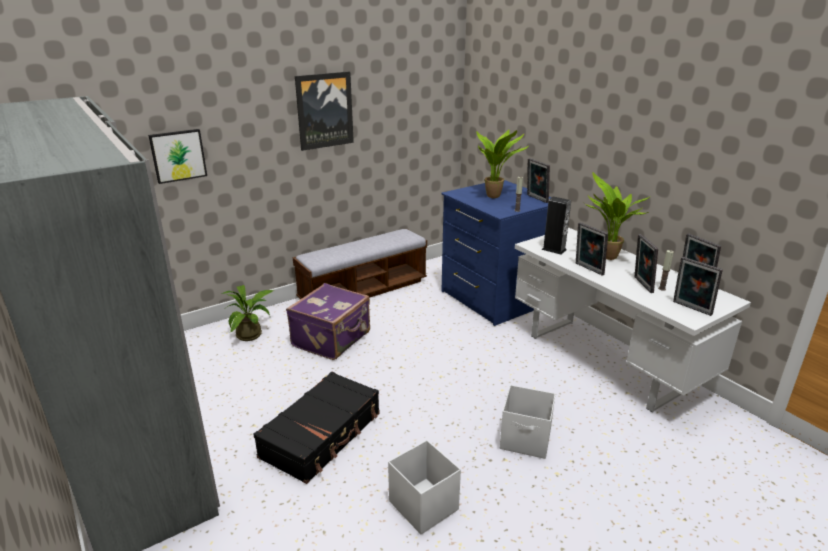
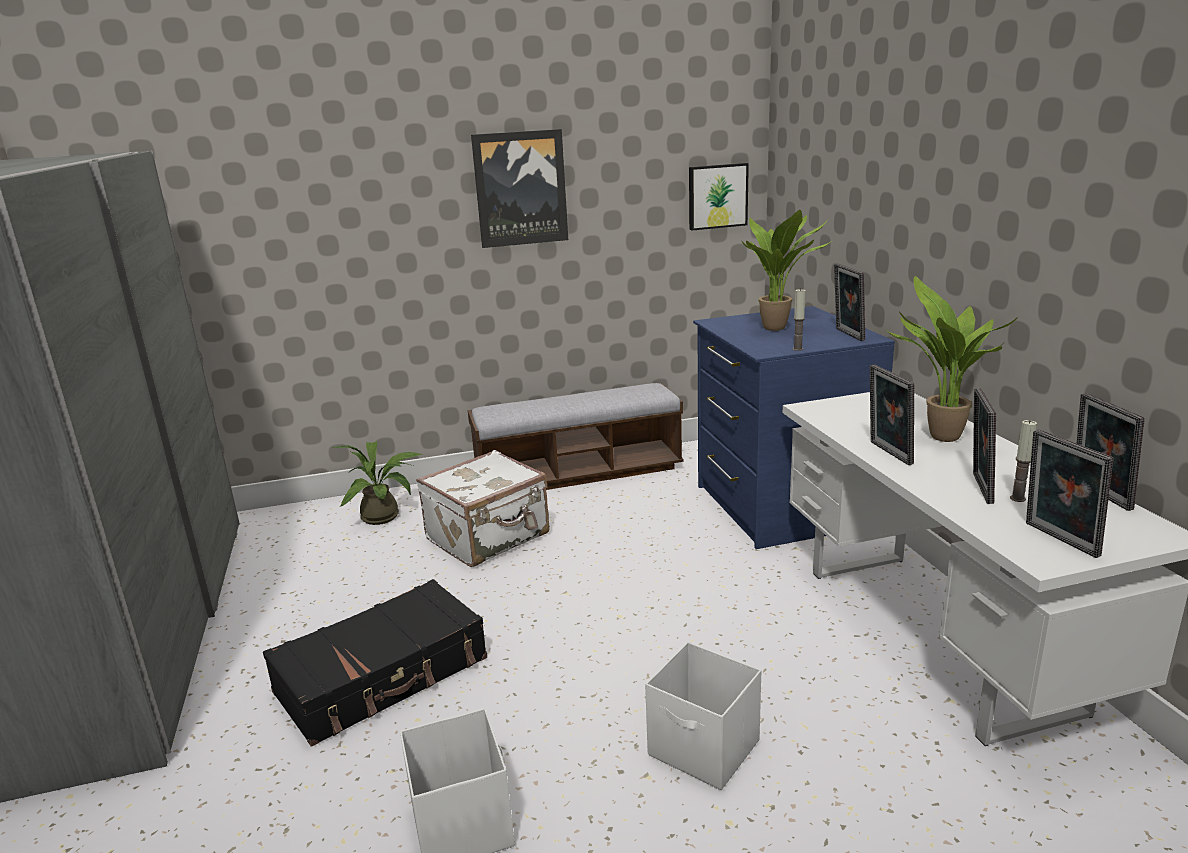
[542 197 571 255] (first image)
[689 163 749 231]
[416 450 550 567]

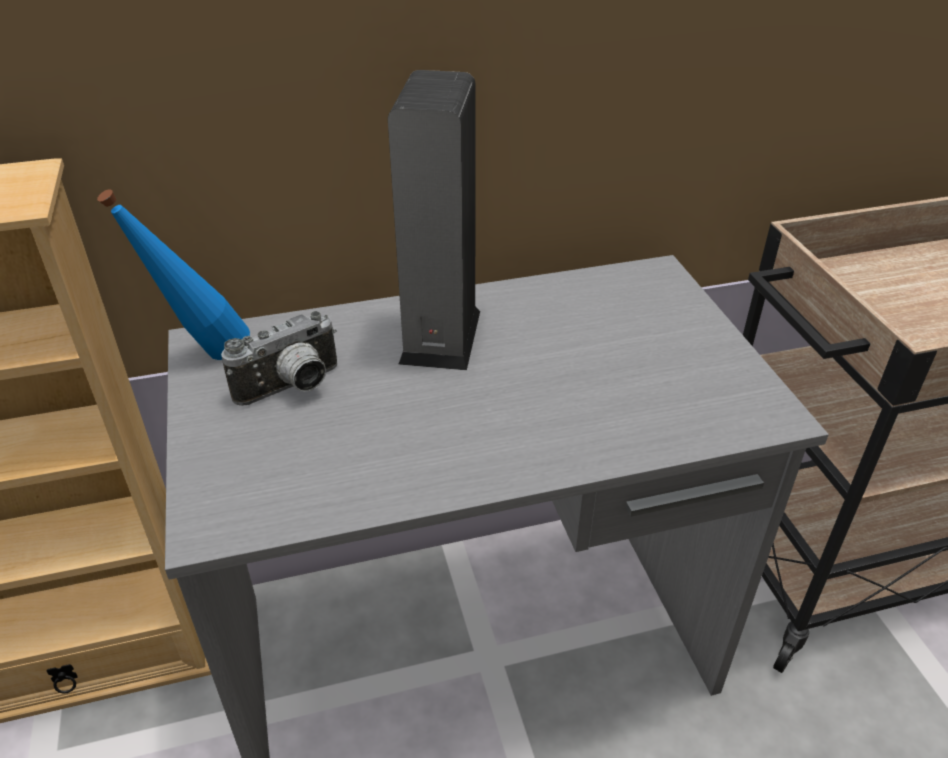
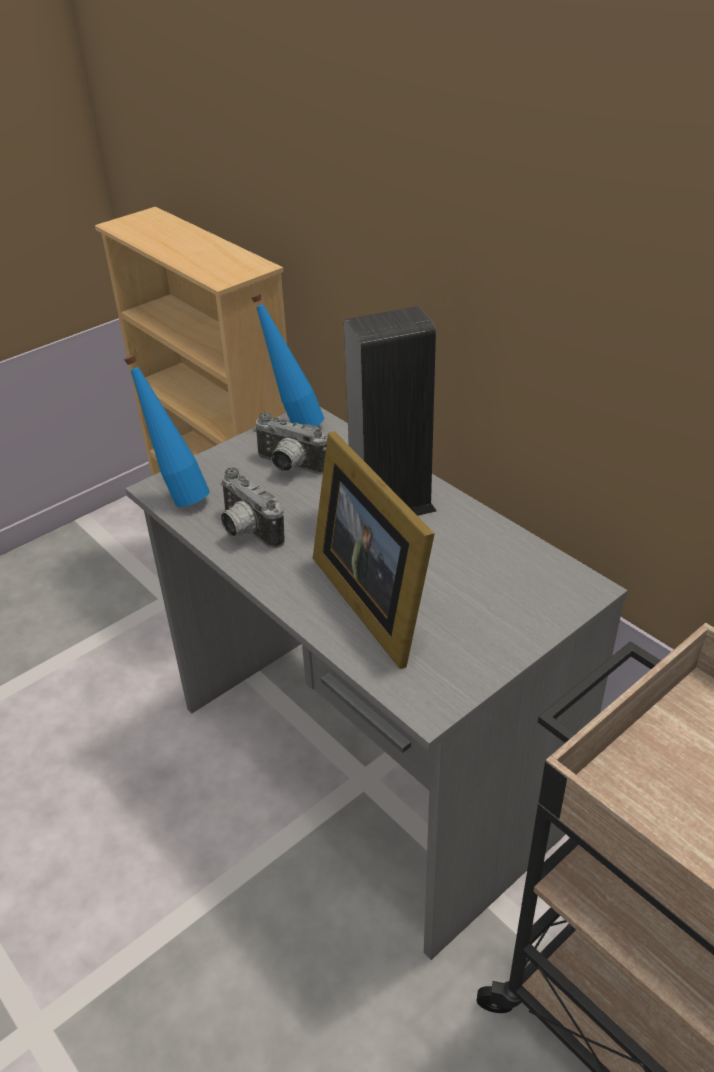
[124 355 210 507]
[221 467 284 548]
[313 431 435 669]

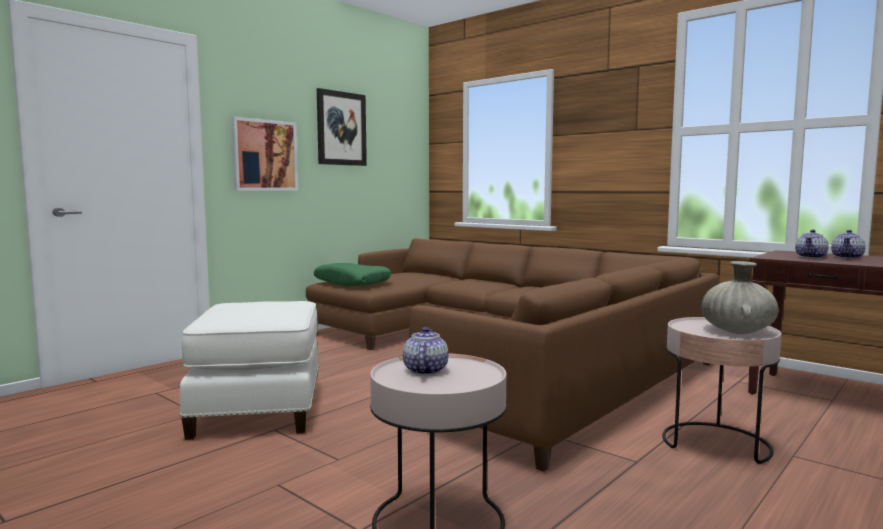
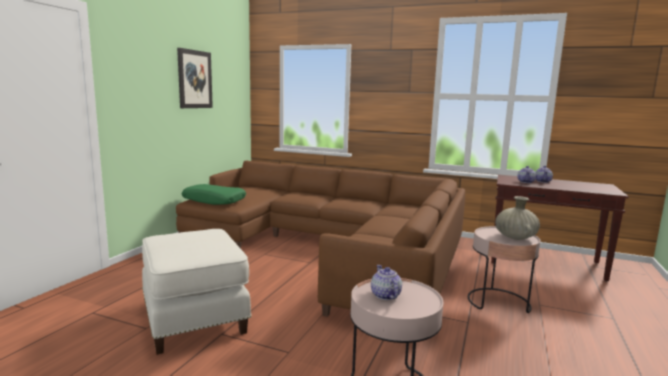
[231 116 298 191] (first image)

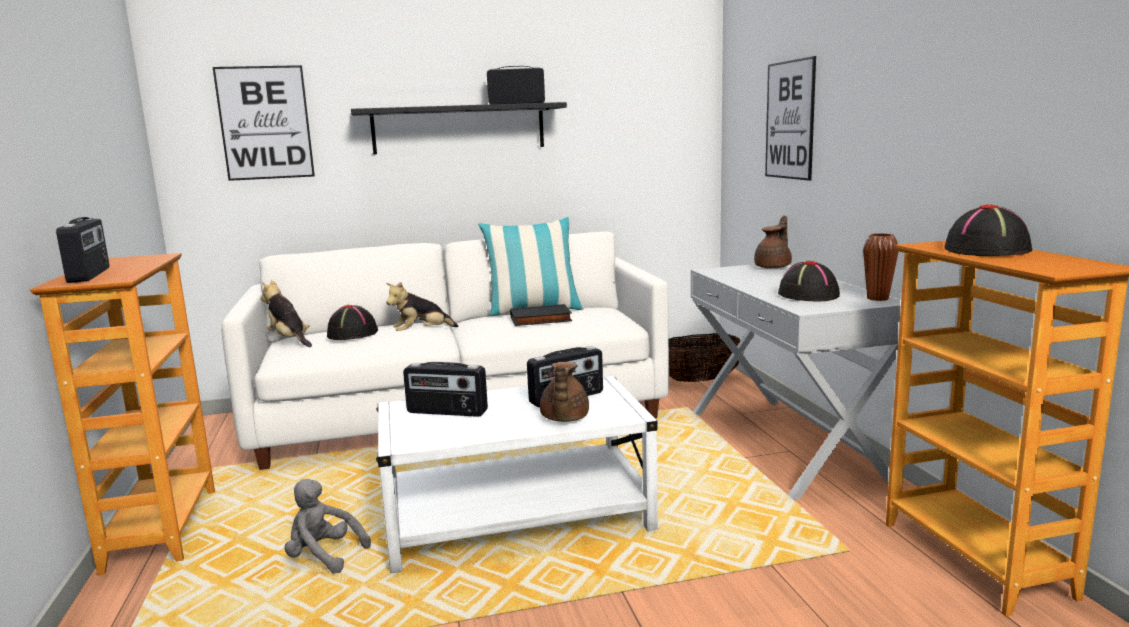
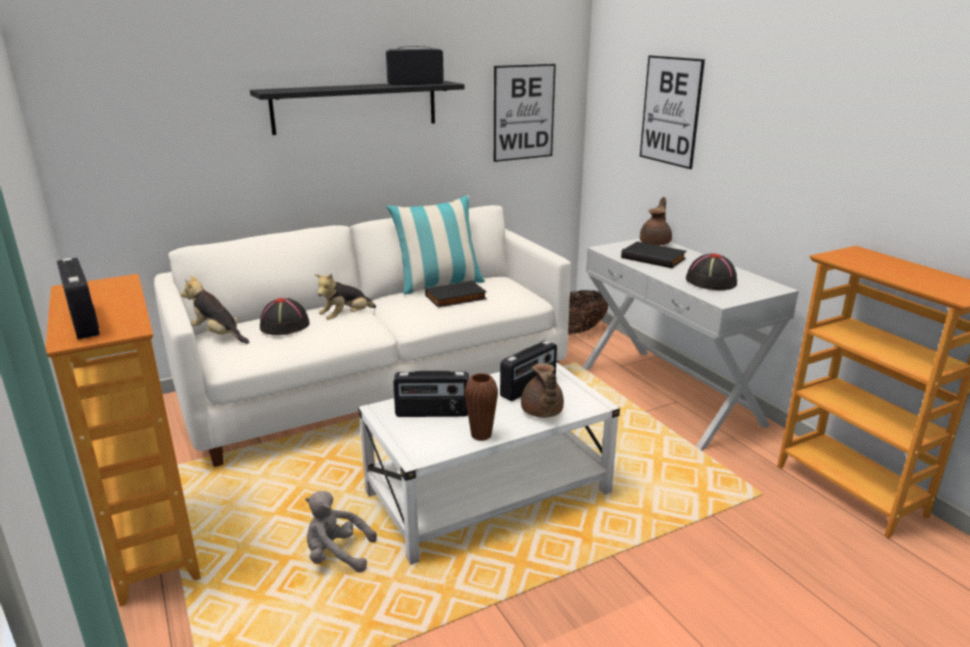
[945 204 1032 256] (first image)
[621 242 687 268]
[494 64 556 162]
[465 373 498 441]

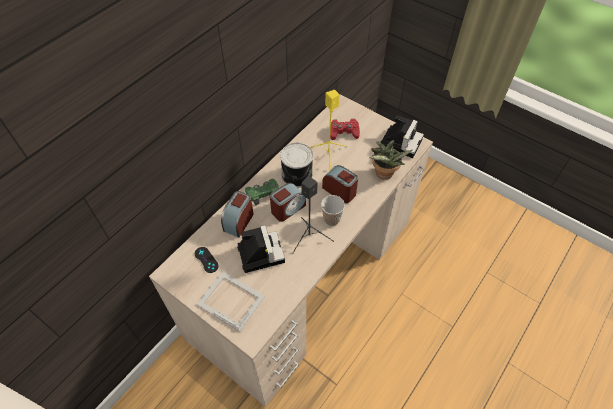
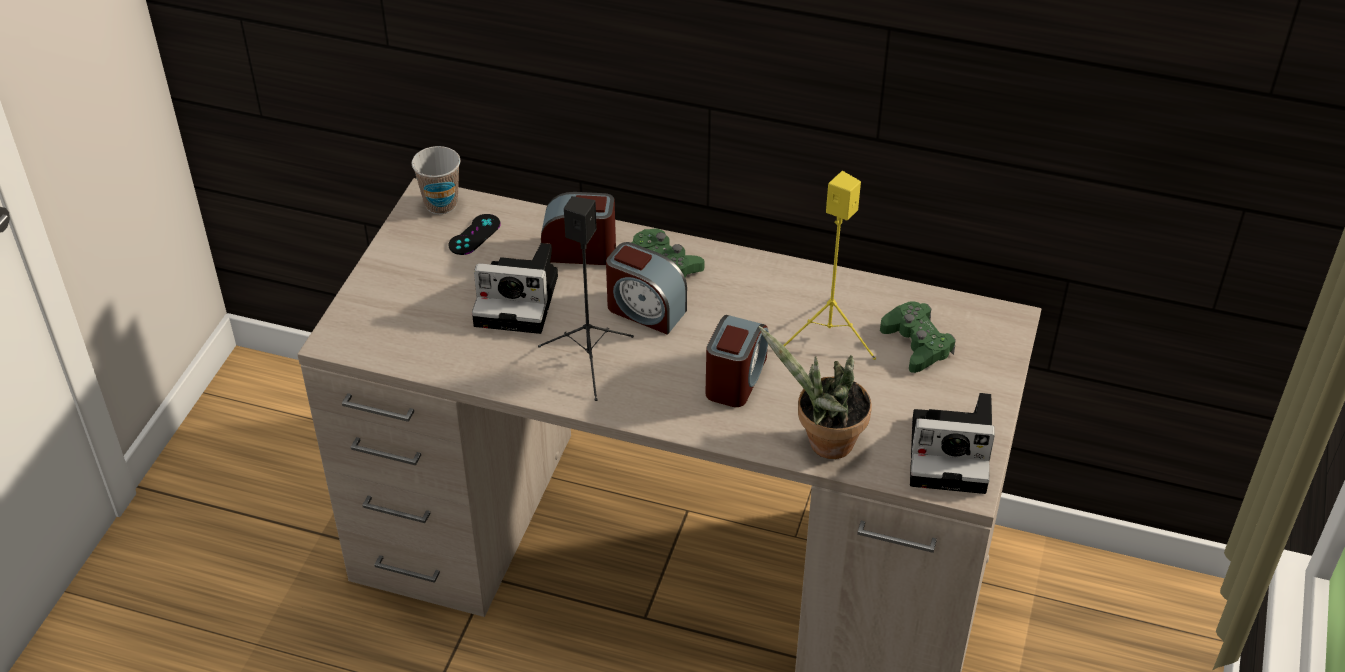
[196 272 265 332] (first image)
[280 143 313 188] (first image)
[412 146 460 214]
[880 301 956 373]
[472 243 558 334]

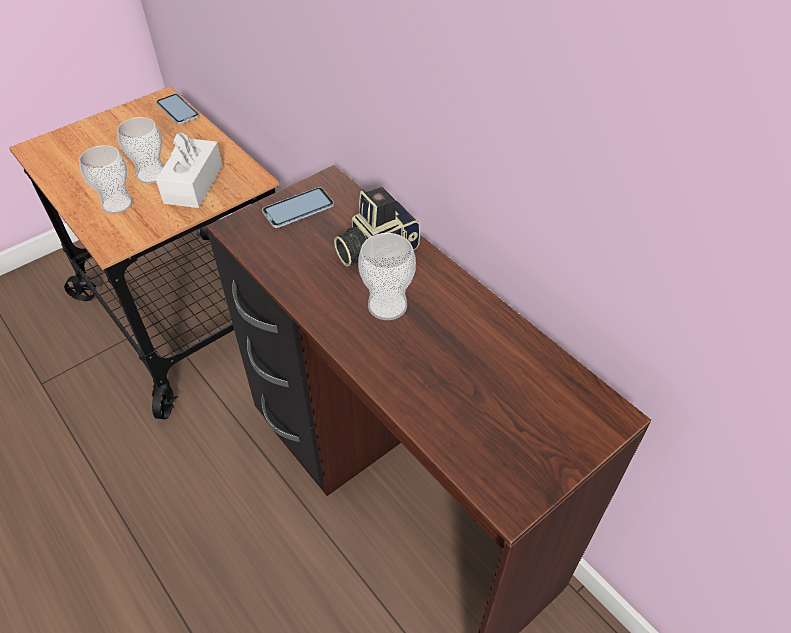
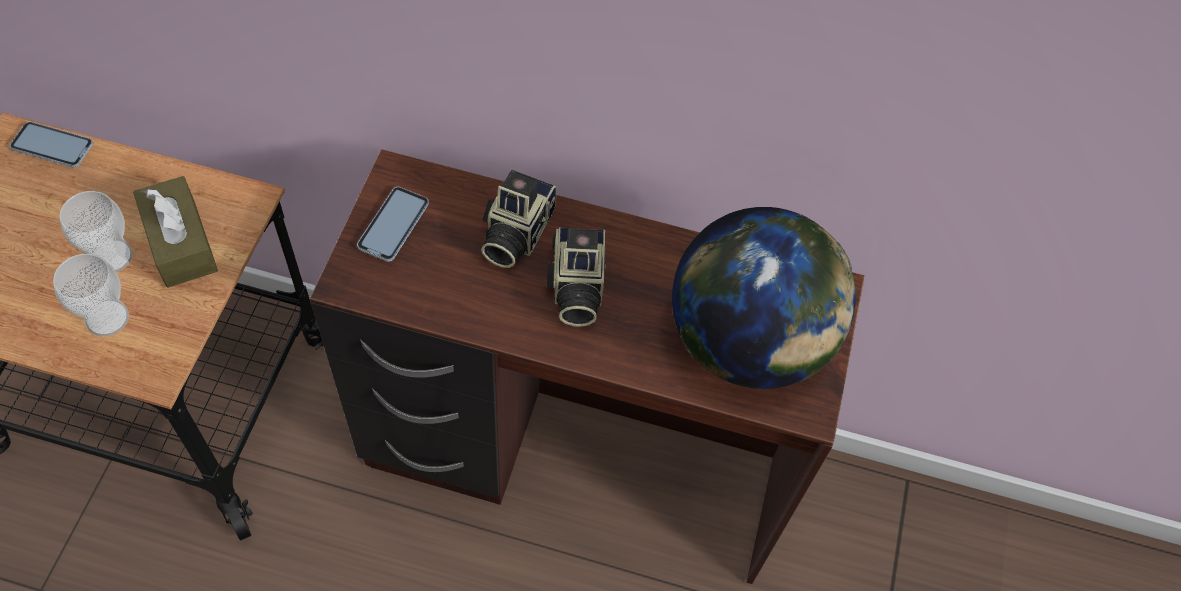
[672 207 856 389]
[547 227 606 327]
[133 176 218 288]

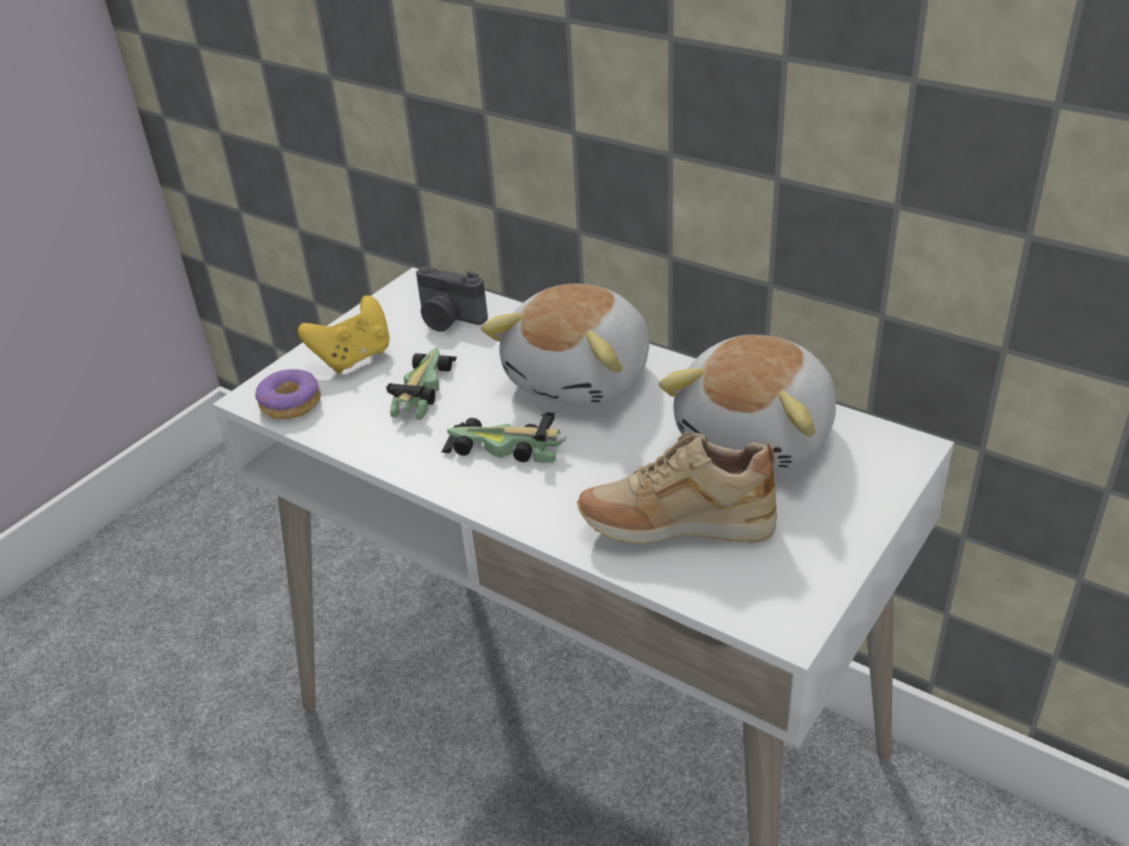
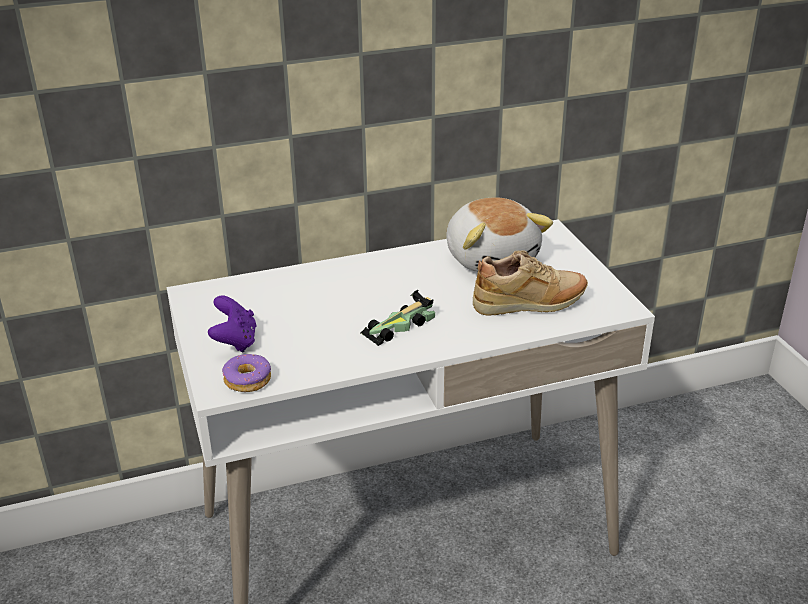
[386 347 457 420] (first image)
[416 266 488 332] (first image)
[481 284 649 407] (first image)
[208 296 256 352]
[473 250 588 315]

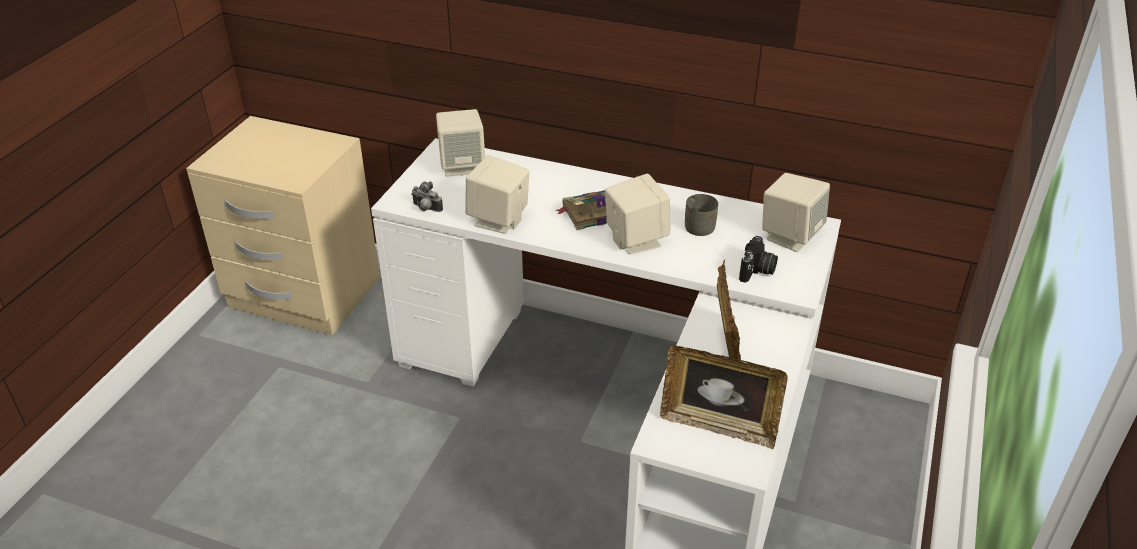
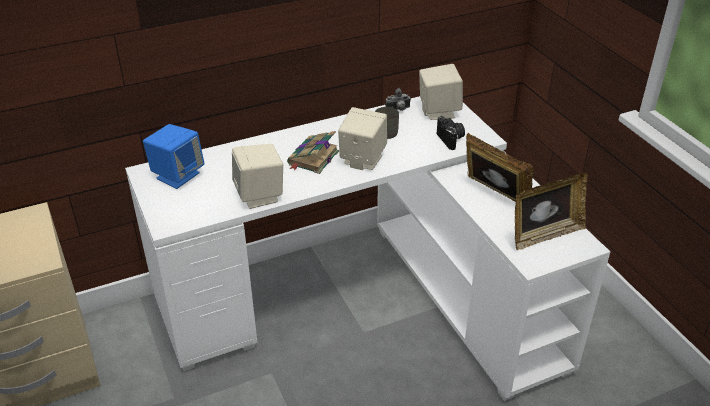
[385 88 411 111]
[143 124 204 189]

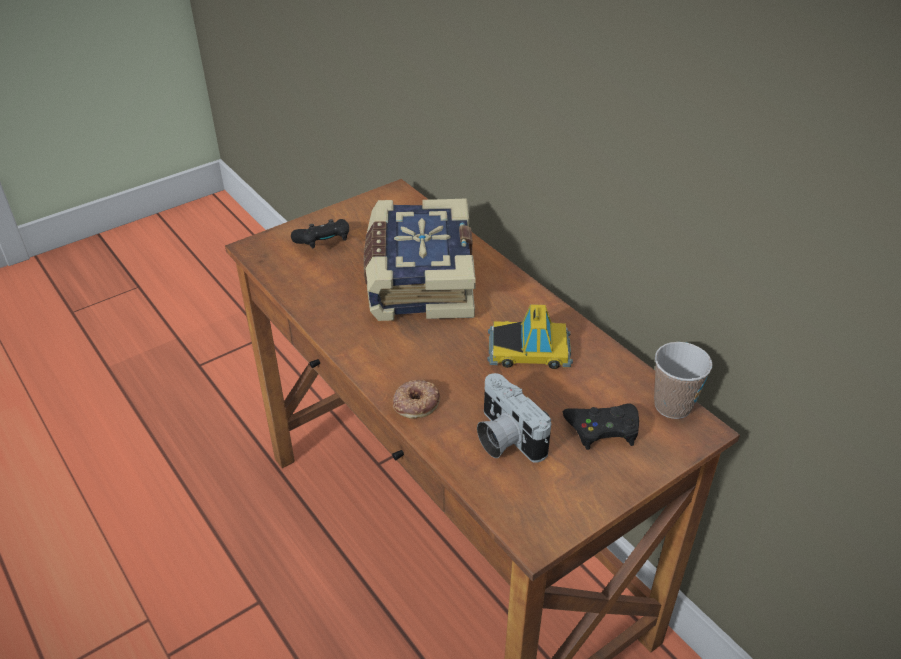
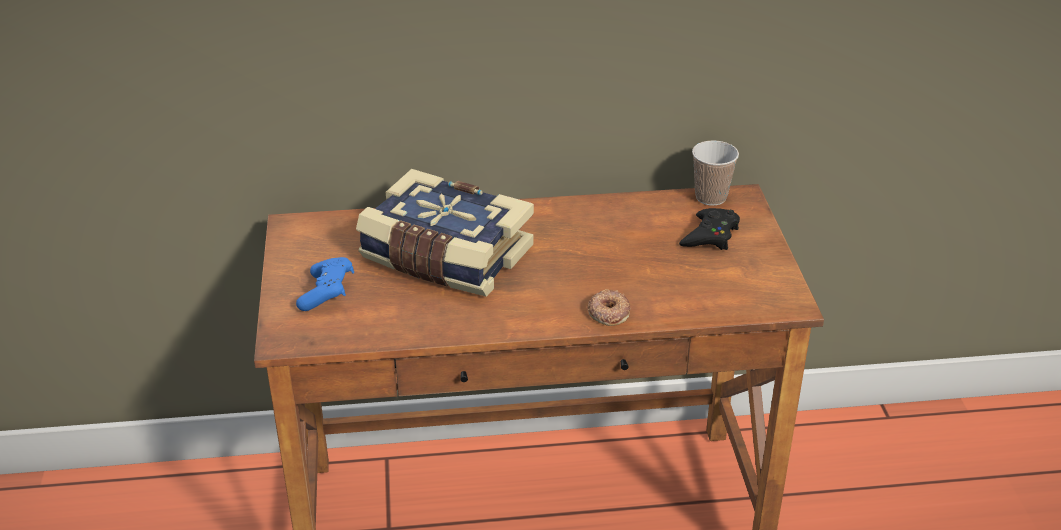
[477 373 551 463] (first image)
[487 304 573 369] (first image)
[296 257 354 311]

